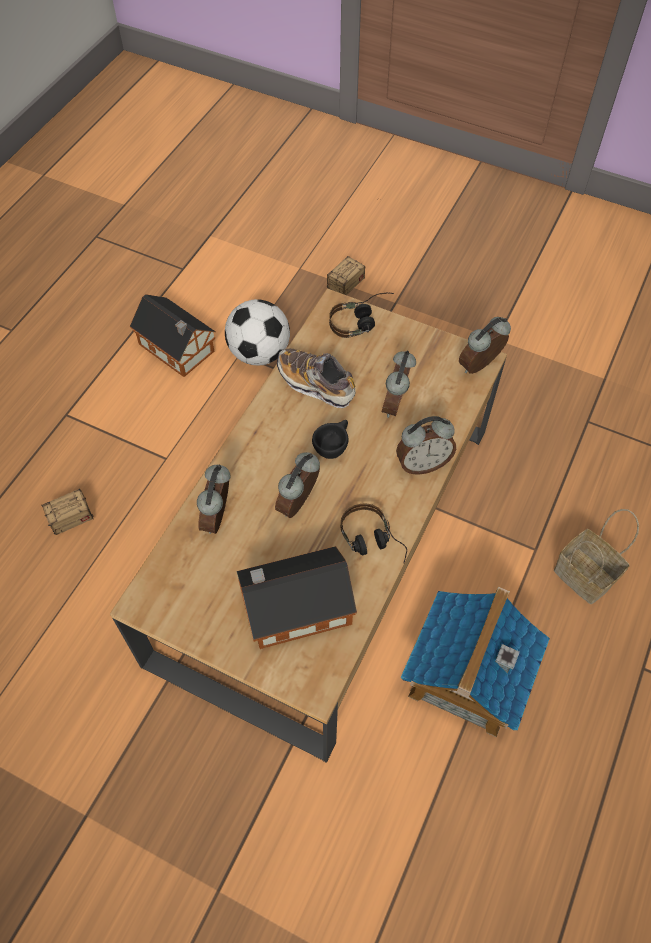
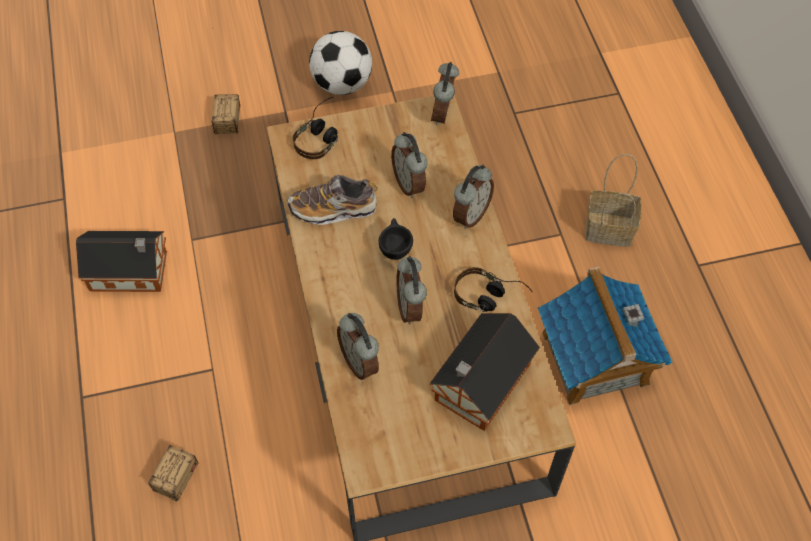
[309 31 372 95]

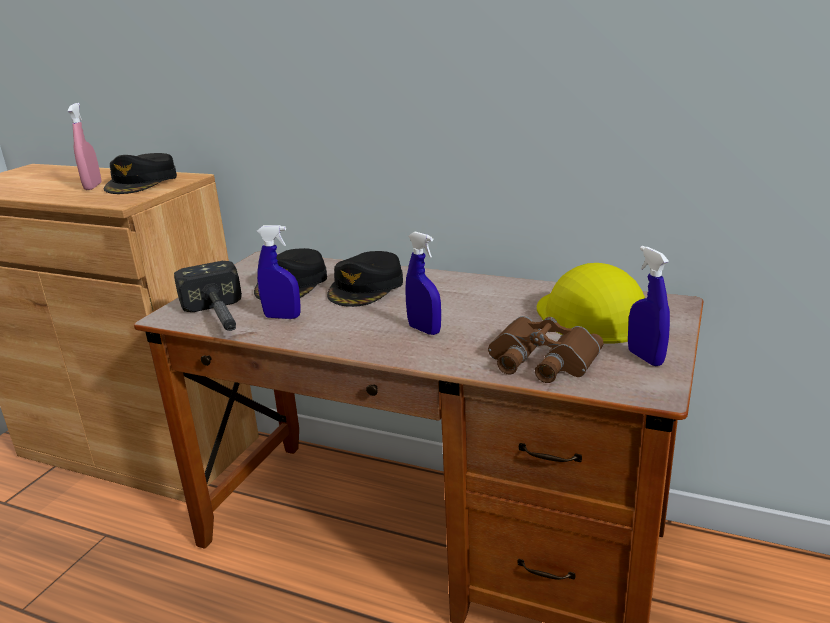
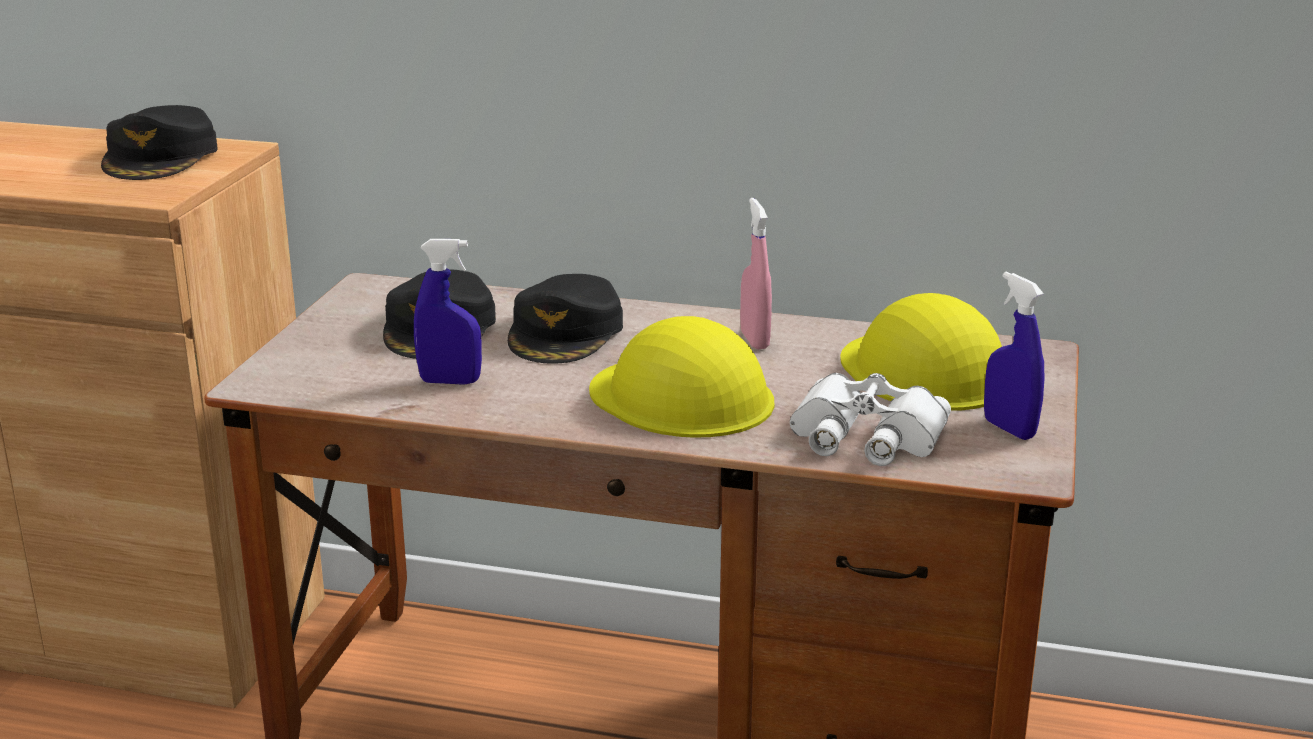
[174 261 242 331] (first image)
[740 198 772 350]
[589 316 774 438]
[790 373 951 466]

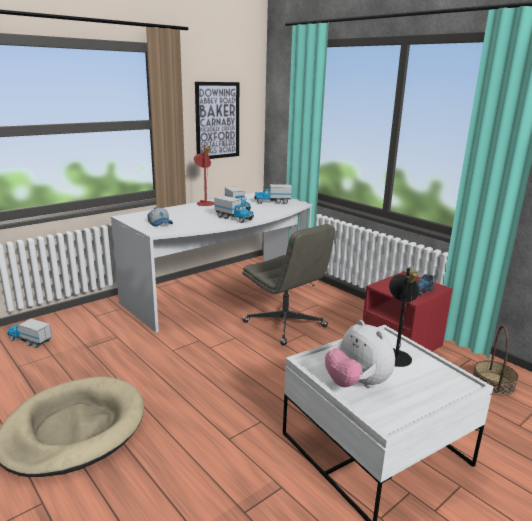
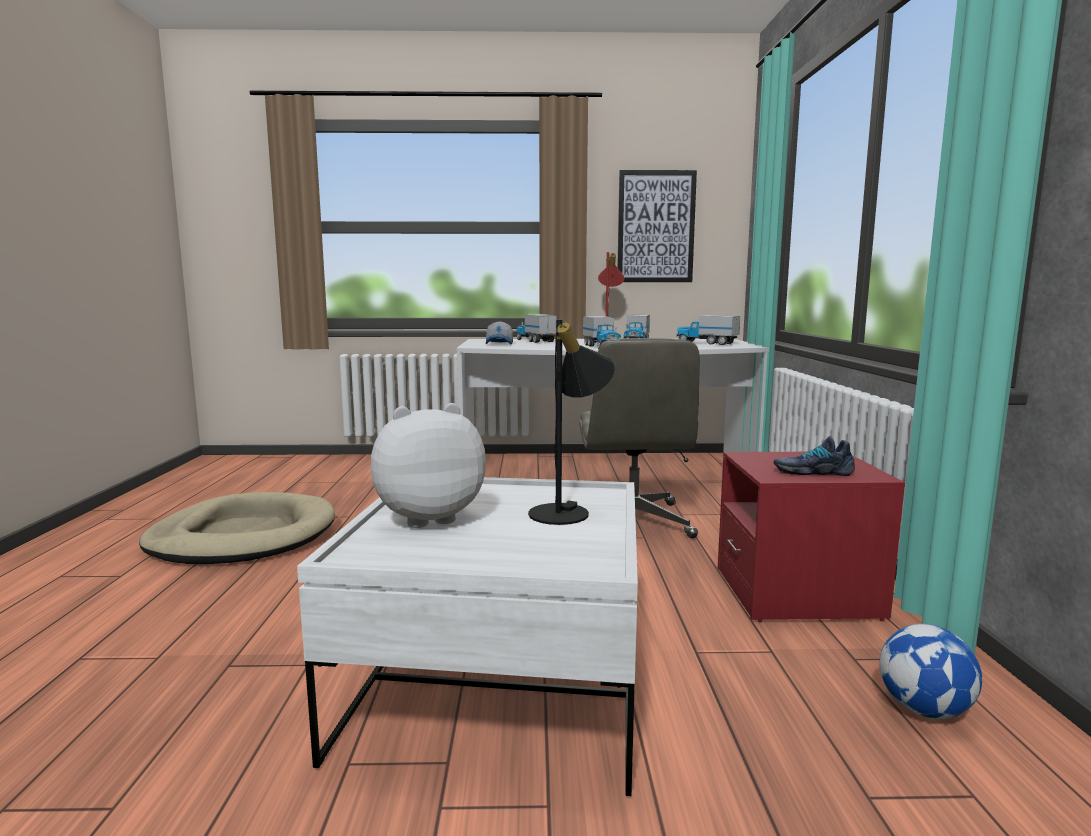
[516 314 557 343]
[880 624 982 719]
[371 403 486 528]

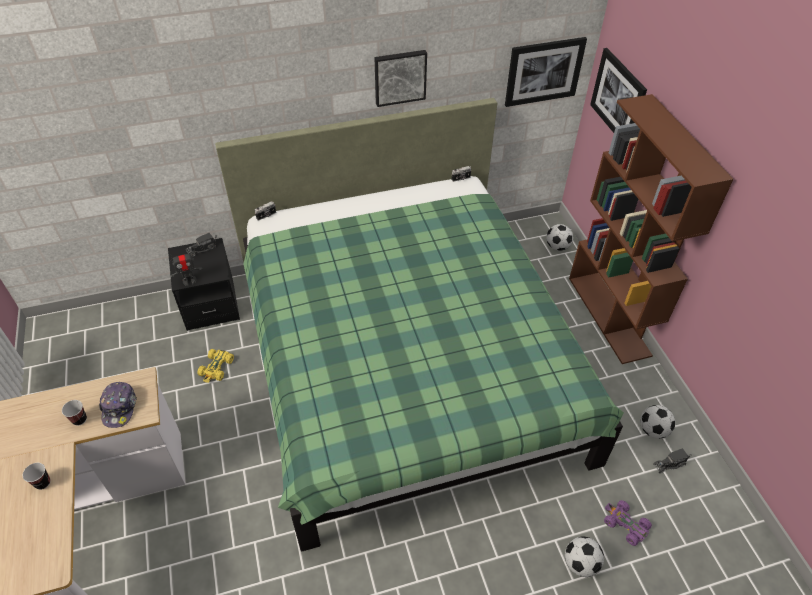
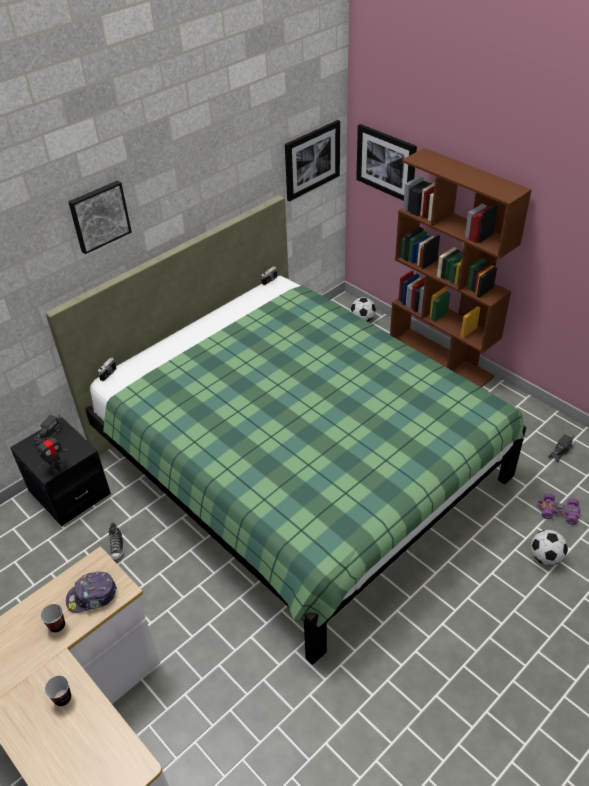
[640 405 675 439] (first image)
[68 180 132 254]
[108 522 124 561]
[66 572 117 613]

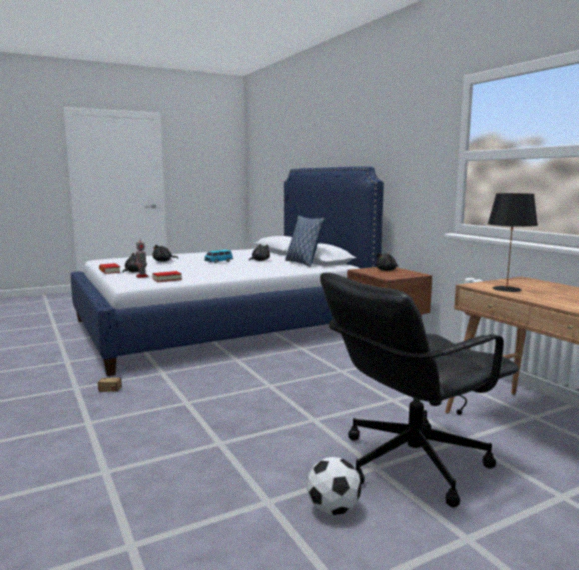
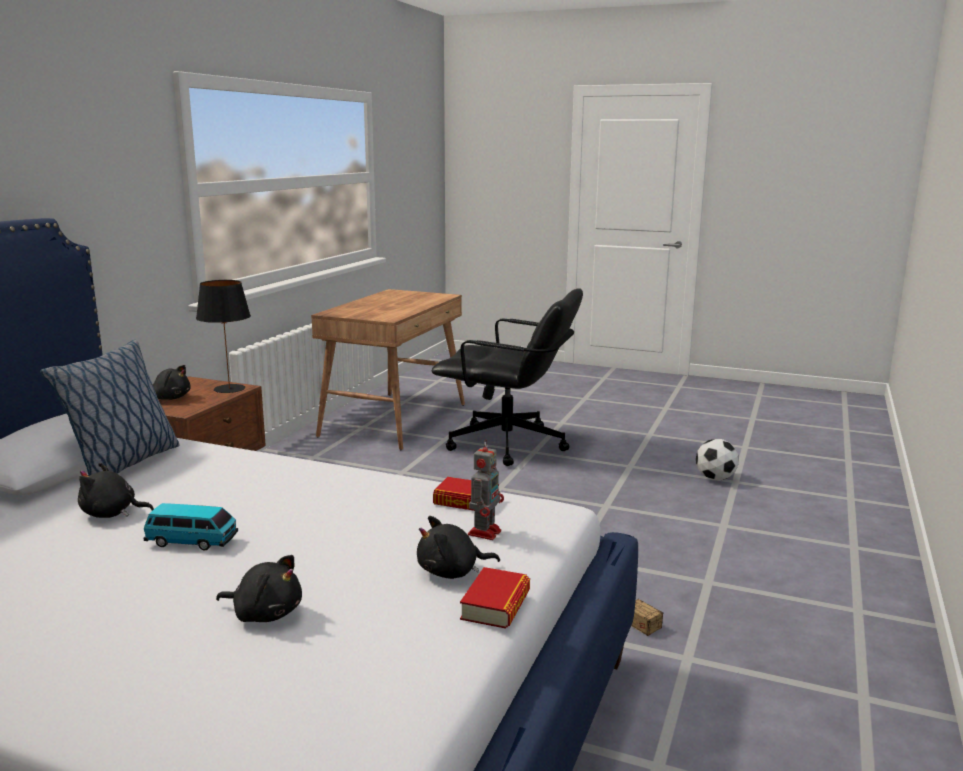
[696 439 739 481]
[196 280 251 393]

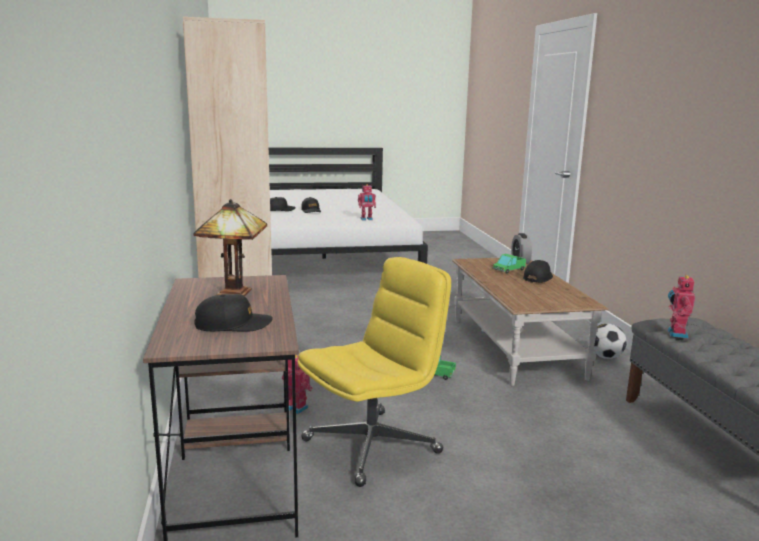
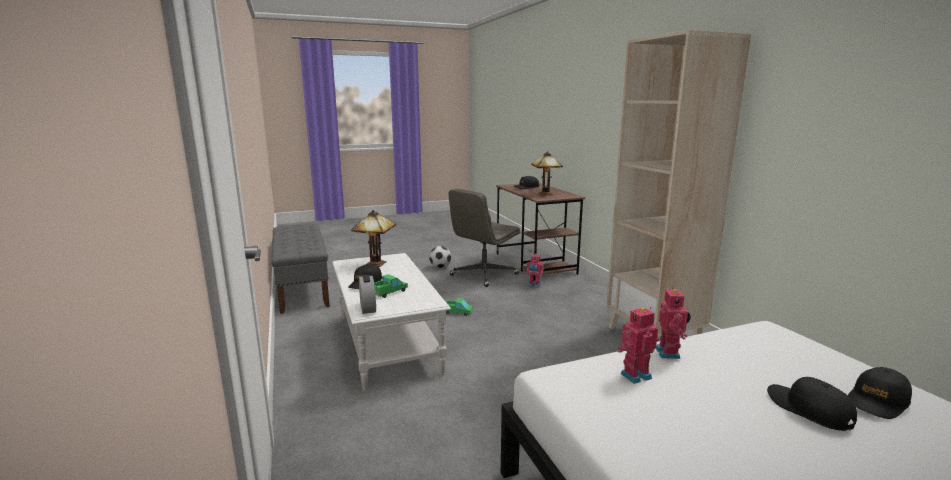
[351 210 396 267]
[429 246 451 268]
[656 287 691 359]
[449 189 520 287]
[332 253 451 392]

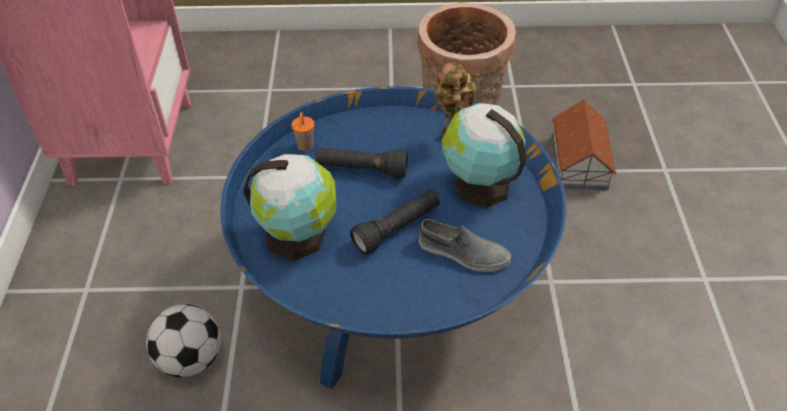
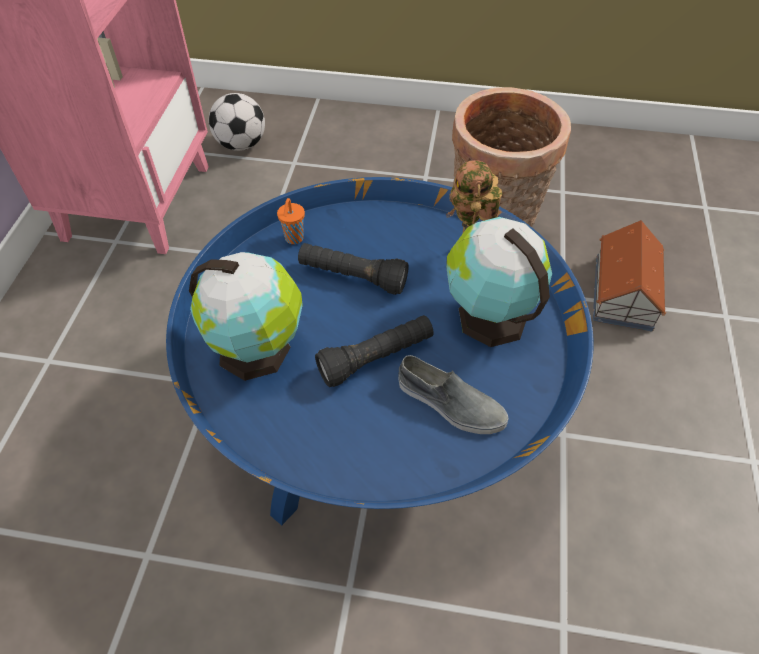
[209 93 265 151]

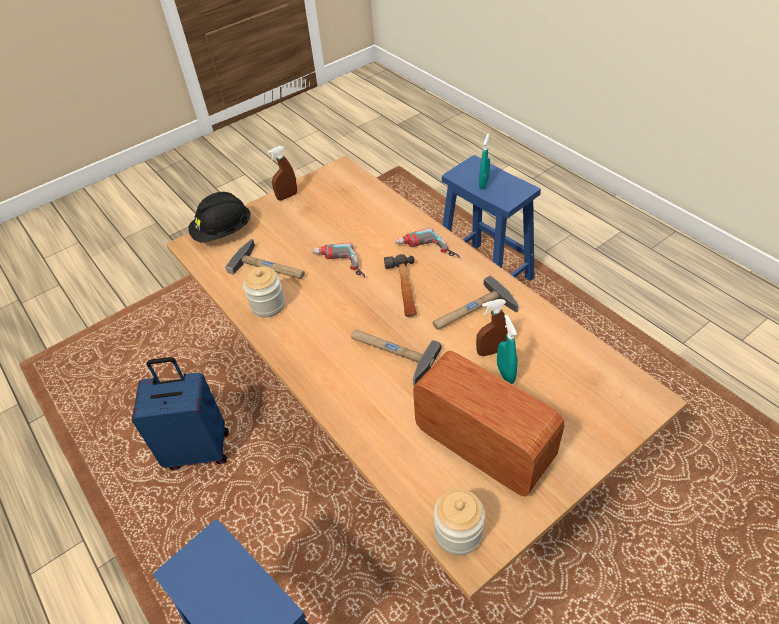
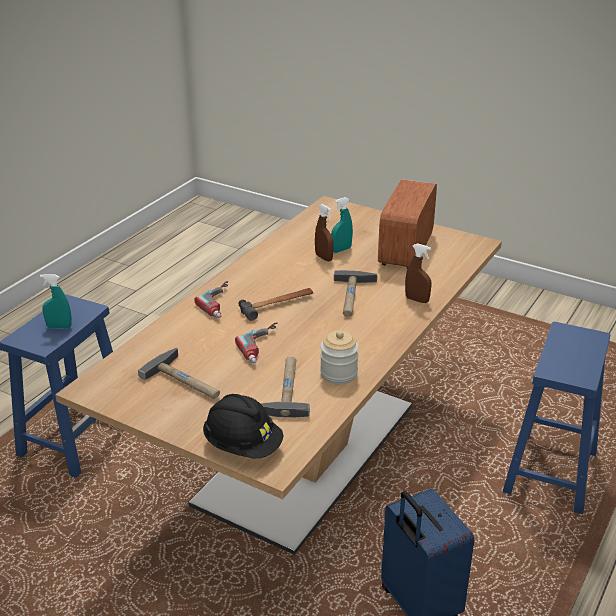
[434 489 485 555] (first image)
[405 243 432 303]
[138 348 220 399]

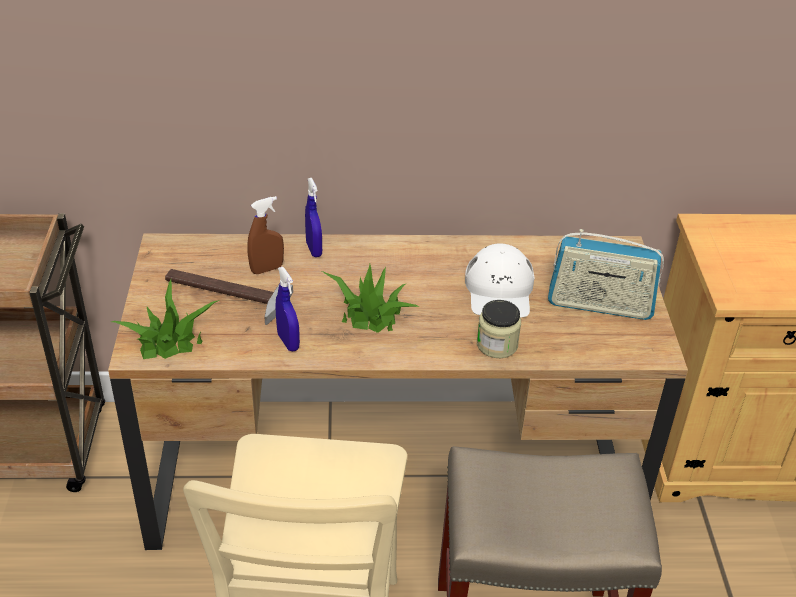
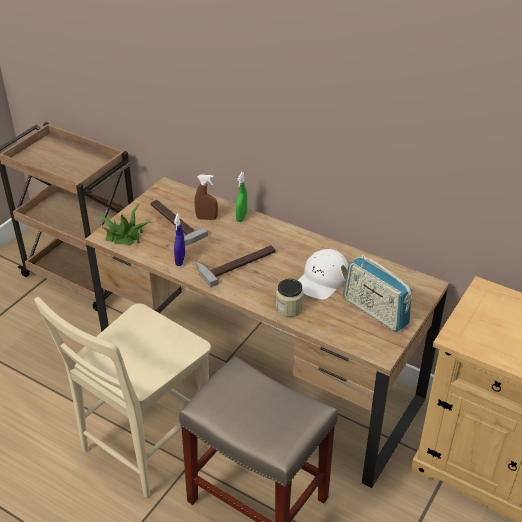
[196 245 276 287]
[236 172 247 222]

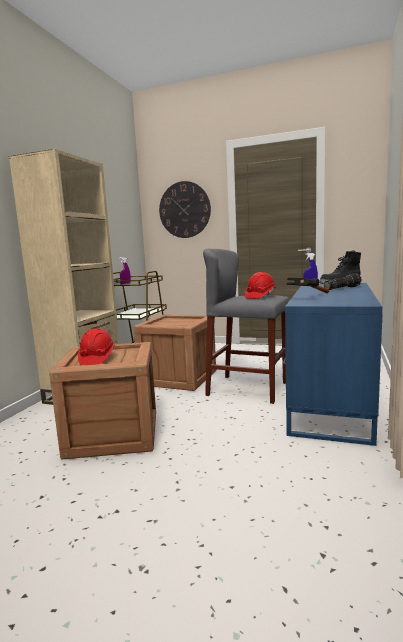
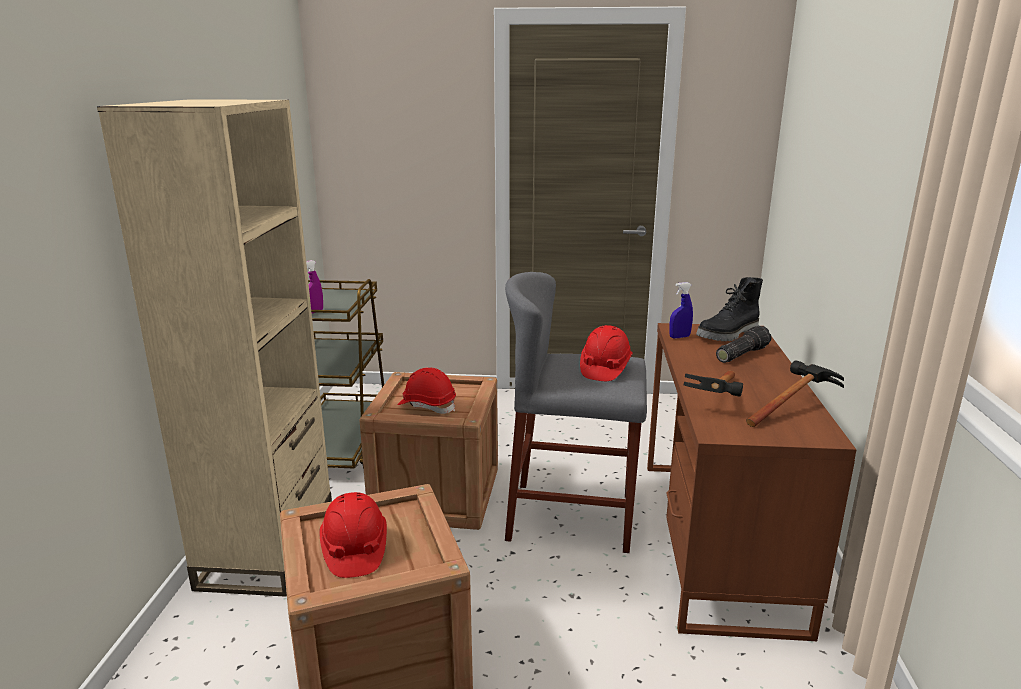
[159 181 211 238] (first image)
[397 367 456 414]
[746 361 844 427]
[647 323 856 641]

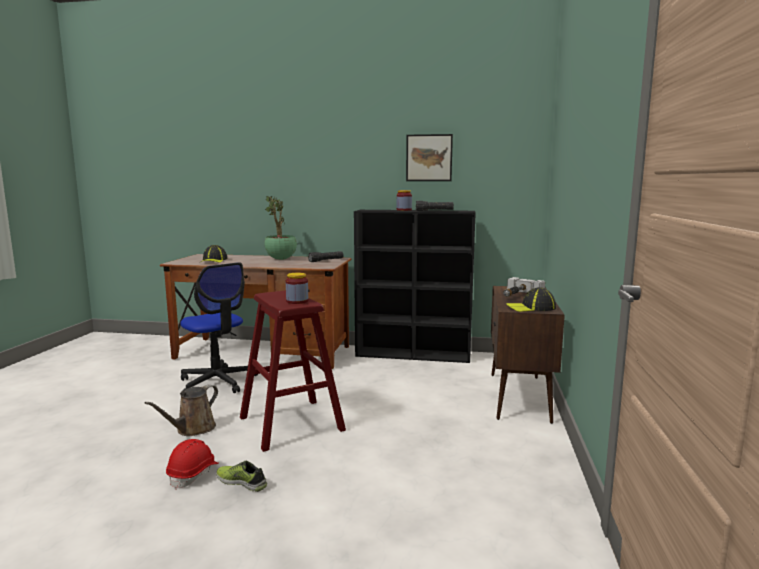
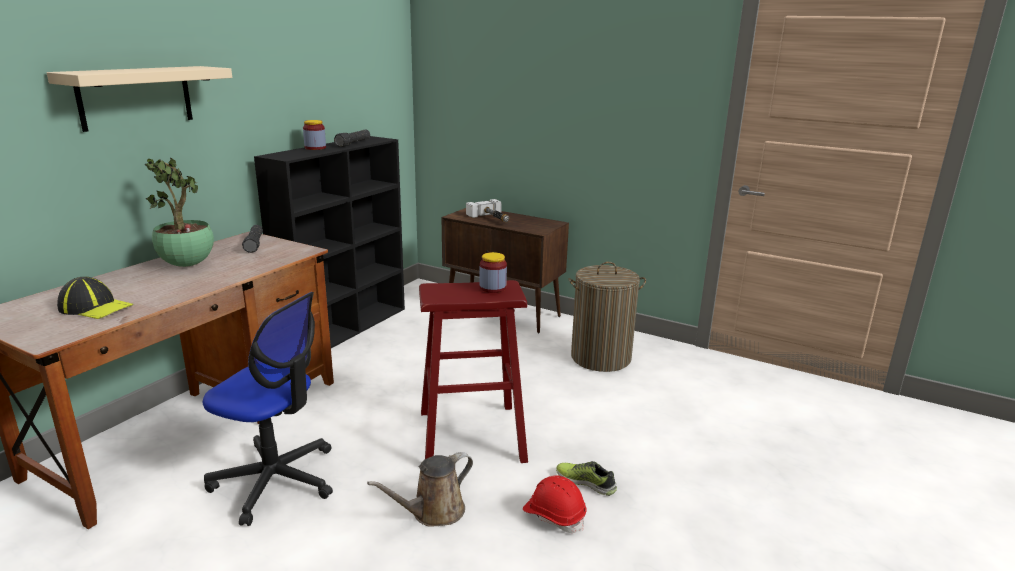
[406 134 453 181] (first image)
[506 287 556 312] (first image)
[47 66 232 132]
[568 262 646 372]
[367 452 473 527]
[203 292 333 526]
[556 461 617 496]

